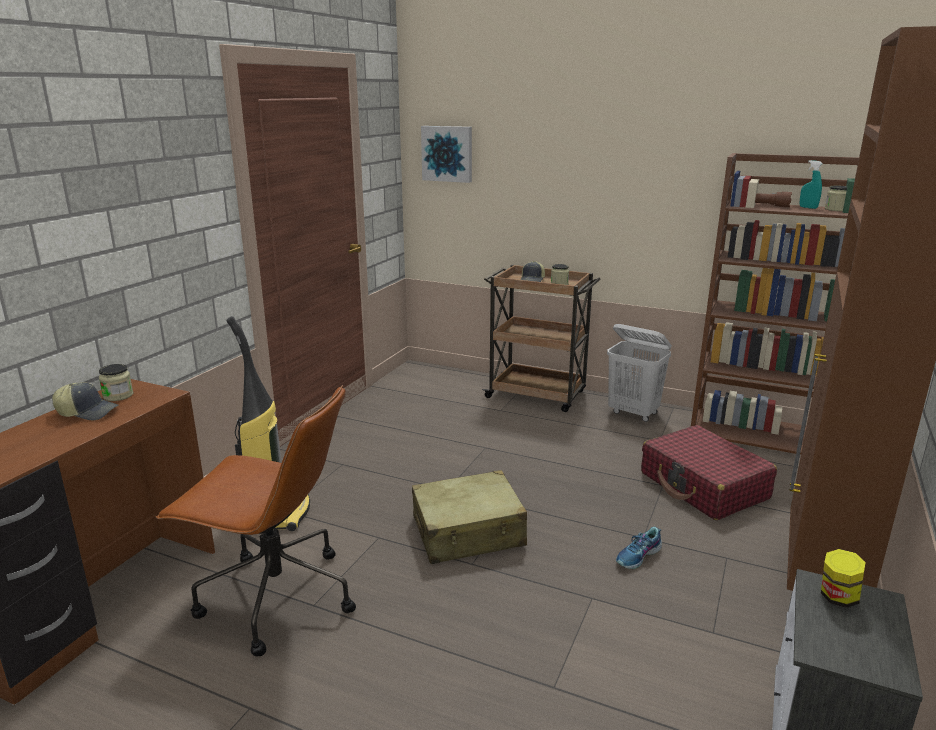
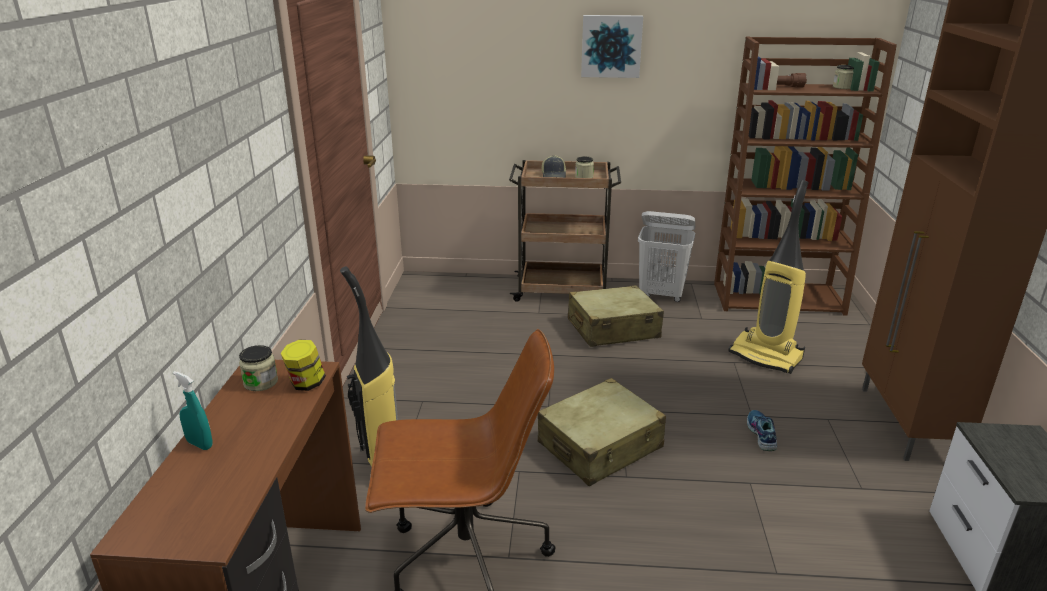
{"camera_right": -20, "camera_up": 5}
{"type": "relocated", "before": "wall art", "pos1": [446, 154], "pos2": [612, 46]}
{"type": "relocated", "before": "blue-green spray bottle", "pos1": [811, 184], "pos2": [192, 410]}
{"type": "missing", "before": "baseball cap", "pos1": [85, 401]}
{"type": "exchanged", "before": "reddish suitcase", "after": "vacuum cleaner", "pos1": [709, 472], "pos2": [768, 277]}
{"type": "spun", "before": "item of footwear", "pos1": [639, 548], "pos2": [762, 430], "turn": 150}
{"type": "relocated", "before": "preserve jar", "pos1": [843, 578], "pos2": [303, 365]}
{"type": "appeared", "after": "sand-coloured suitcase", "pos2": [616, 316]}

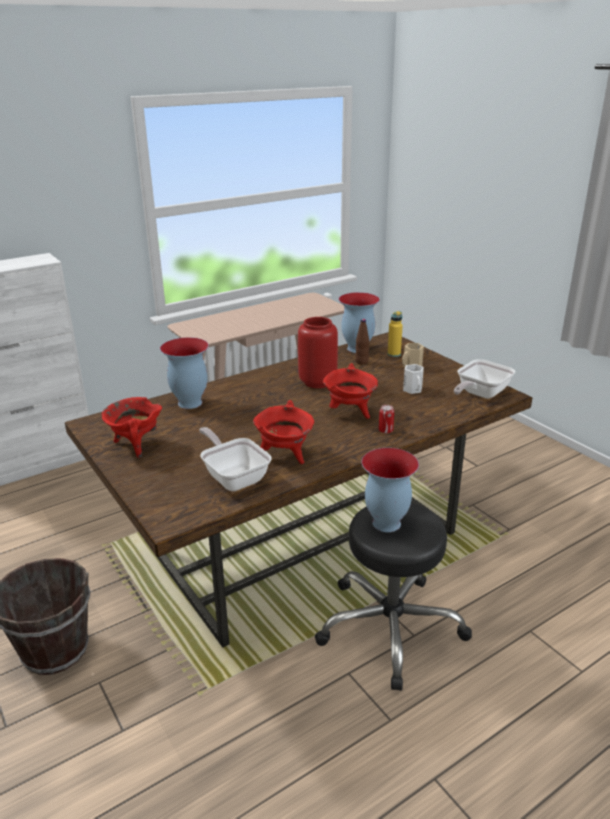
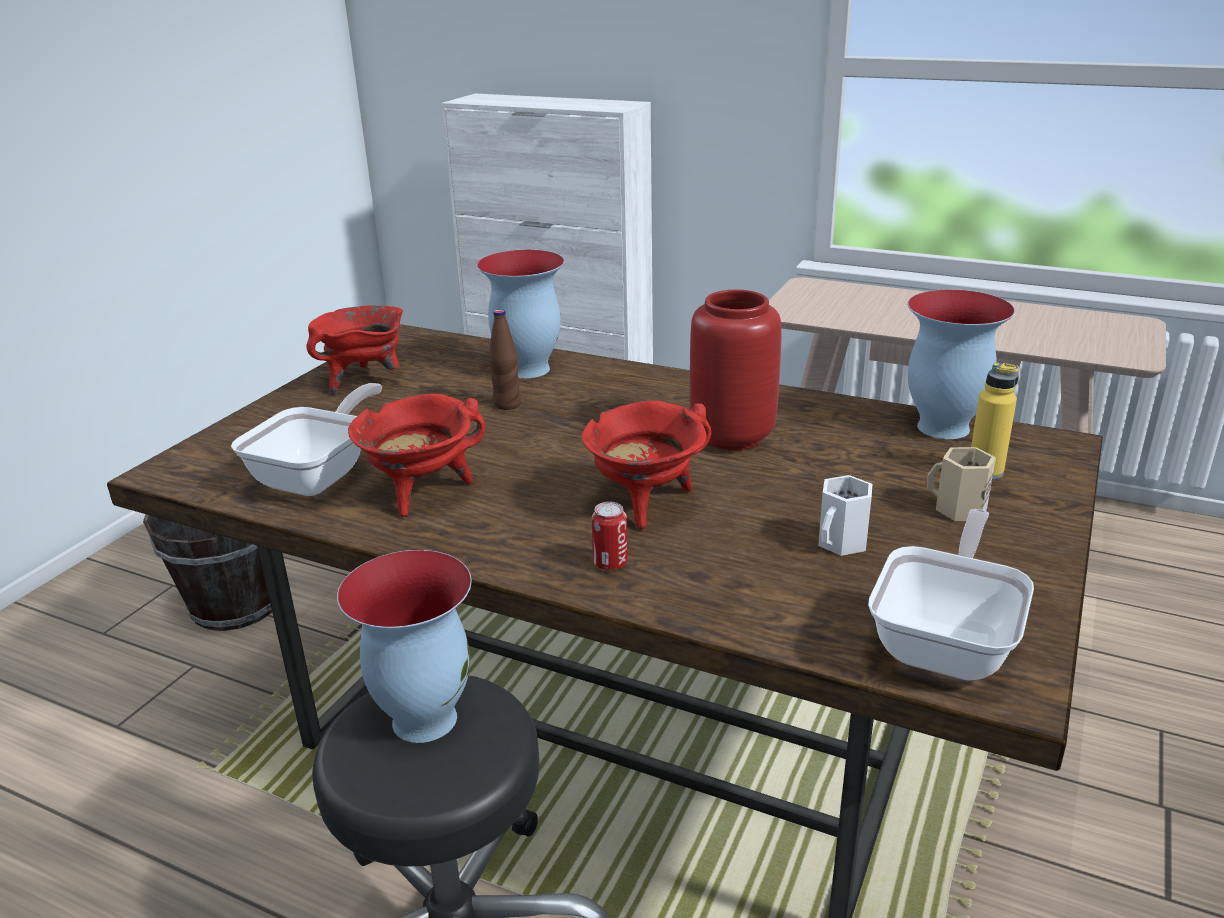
{"camera_right": 60, "camera_up": 0}
{"type": "relocated", "before": "brown-coloured bottle", "pos1": [362, 341], "pos2": [505, 359]}
{"type": "spun", "before": "frying pan", "pos1": [484, 379], "pos2": [951, 595], "turn": 105}

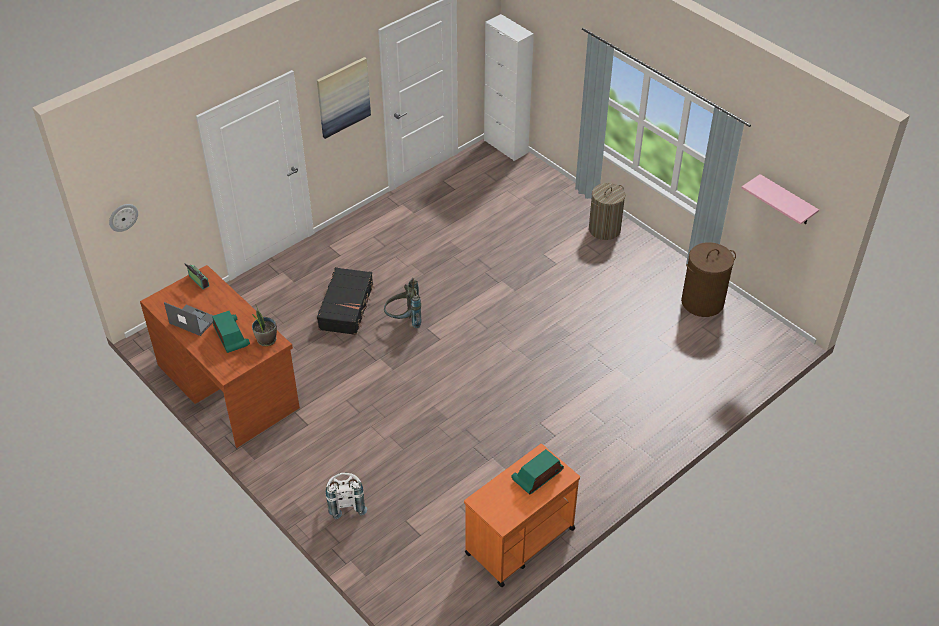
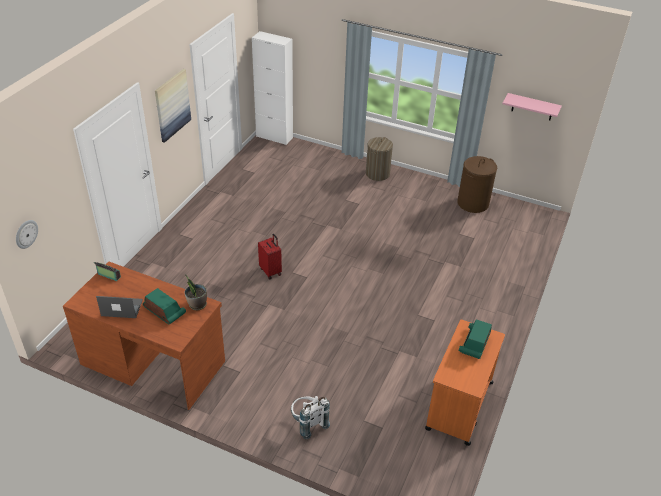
{"camera_right": -25, "camera_up": -5}
{"type": "missing", "before": "black-coloured suitcase", "pos1": [346, 301]}
{"type": "exchanged", "before": "grey knapsack", "after": "reddish suitcase", "pos1": [402, 303], "pos2": [270, 257]}

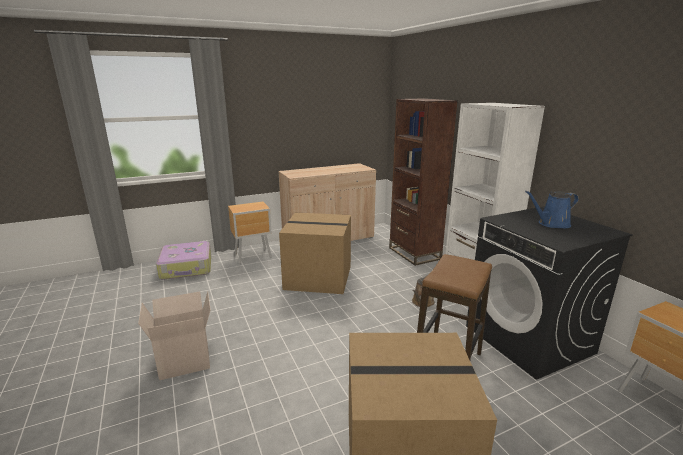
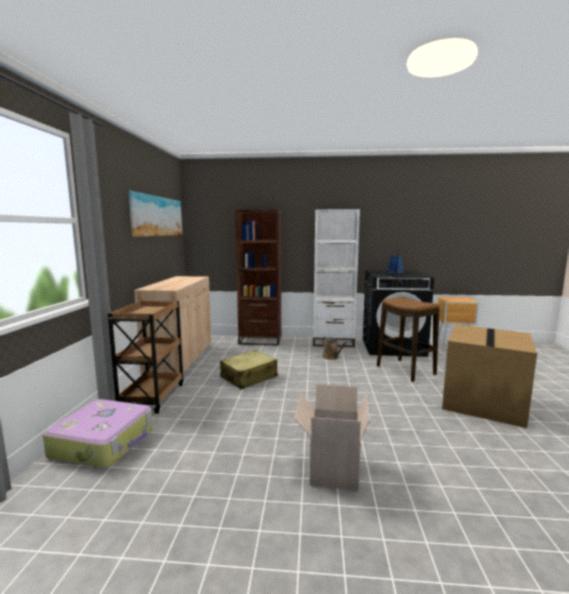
{"camera_right": -60, "camera_up": -10}
{"type": "exchanged", "before": "brown-coloured nightstand", "after": "brown-coloured wheeled cart", "pos1": [250, 233], "pos2": [145, 357]}
{"type": "exchanged", "before": "cardboard box", "after": "sand-coloured suitcase", "pos1": [315, 253], "pos2": [249, 369]}
{"type": "appeared", "after": "wall art", "pos2": [155, 214]}

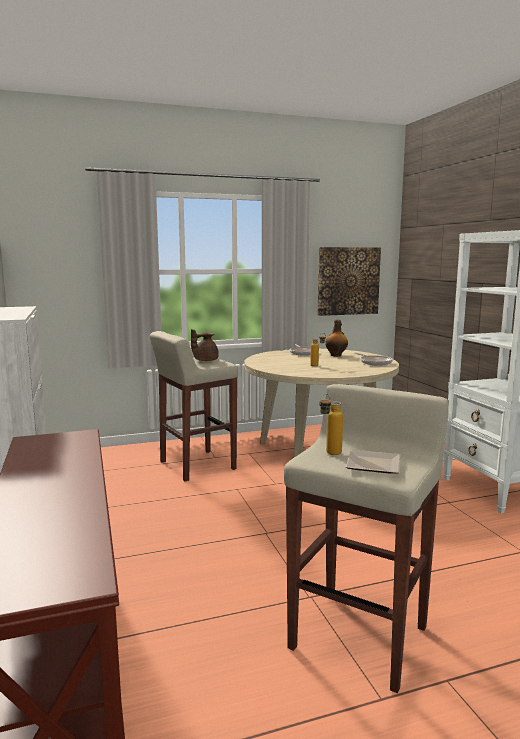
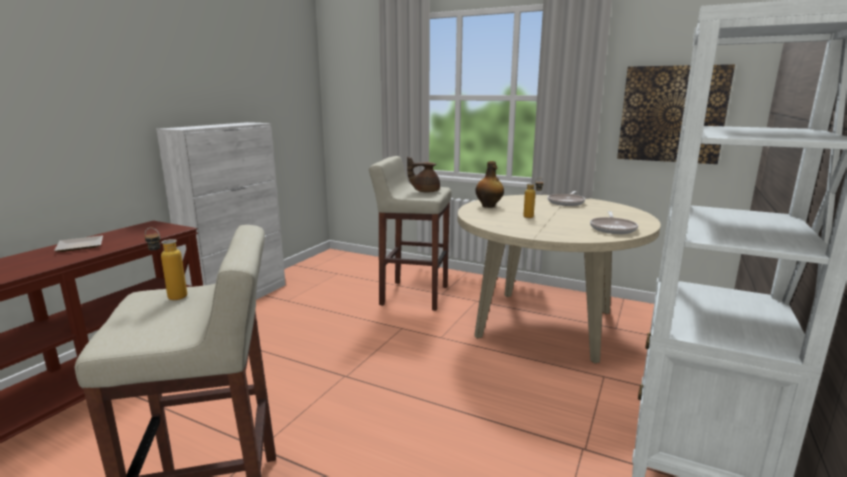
{"camera_right": 45, "camera_up": 5}
{"type": "relocated", "before": "bottle", "pos1": [336, 338], "pos2": [489, 184]}
{"type": "relocated", "before": "dinner plate", "pos1": [373, 462], "pos2": [78, 243]}

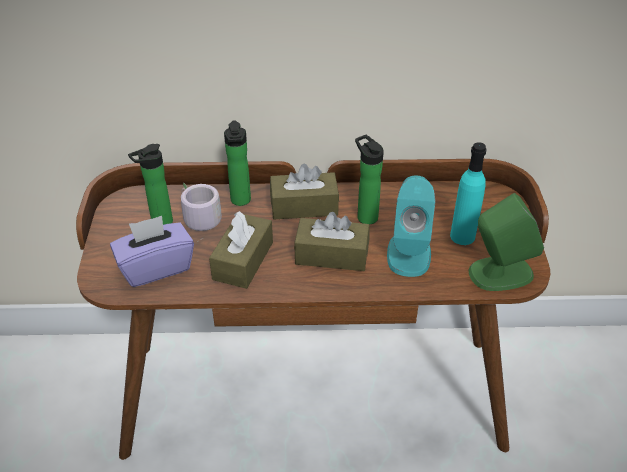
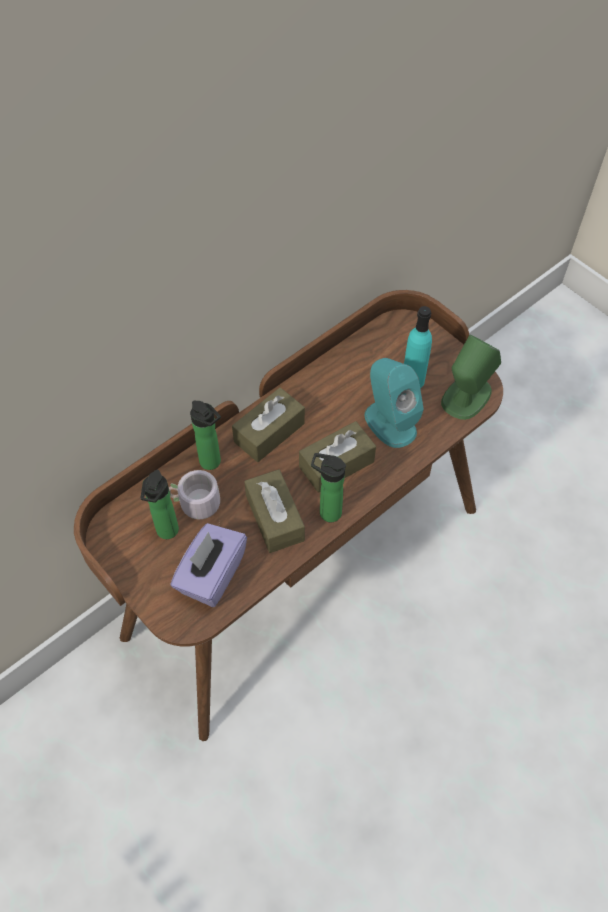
{"camera_right": -40, "camera_up": 15}
{"type": "relocated", "before": "bottle", "pos1": [369, 180], "pos2": [328, 487]}

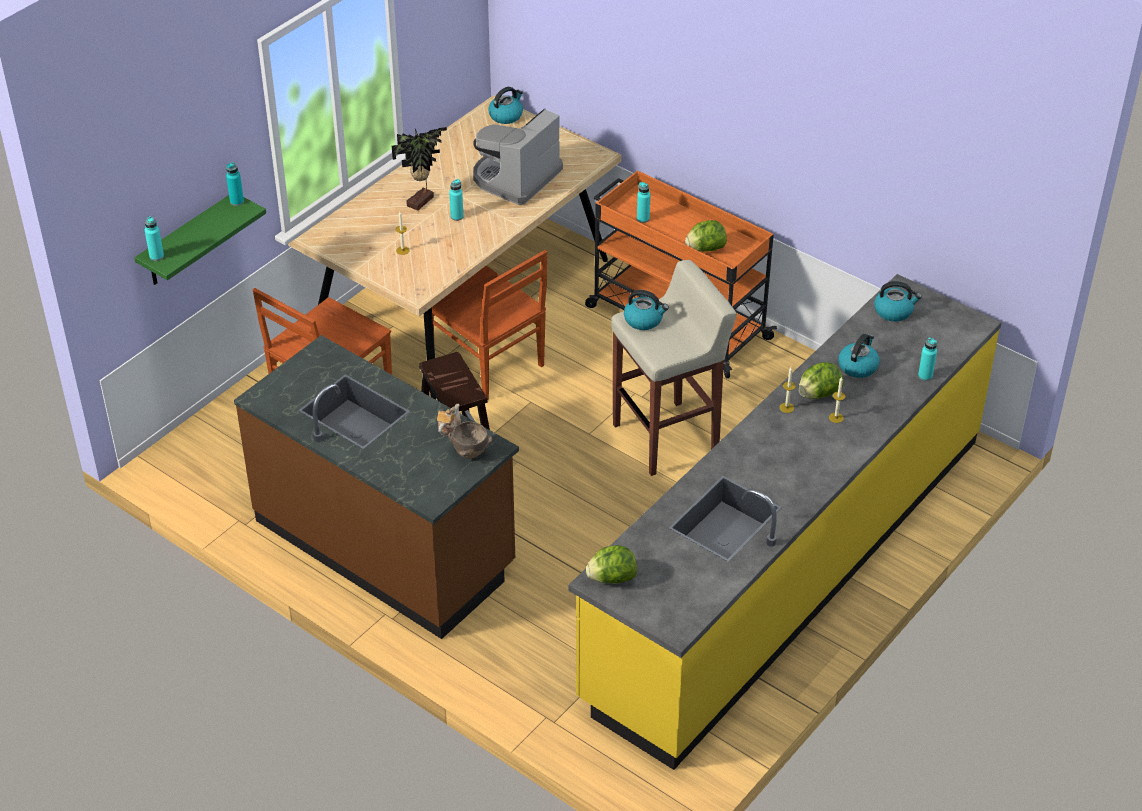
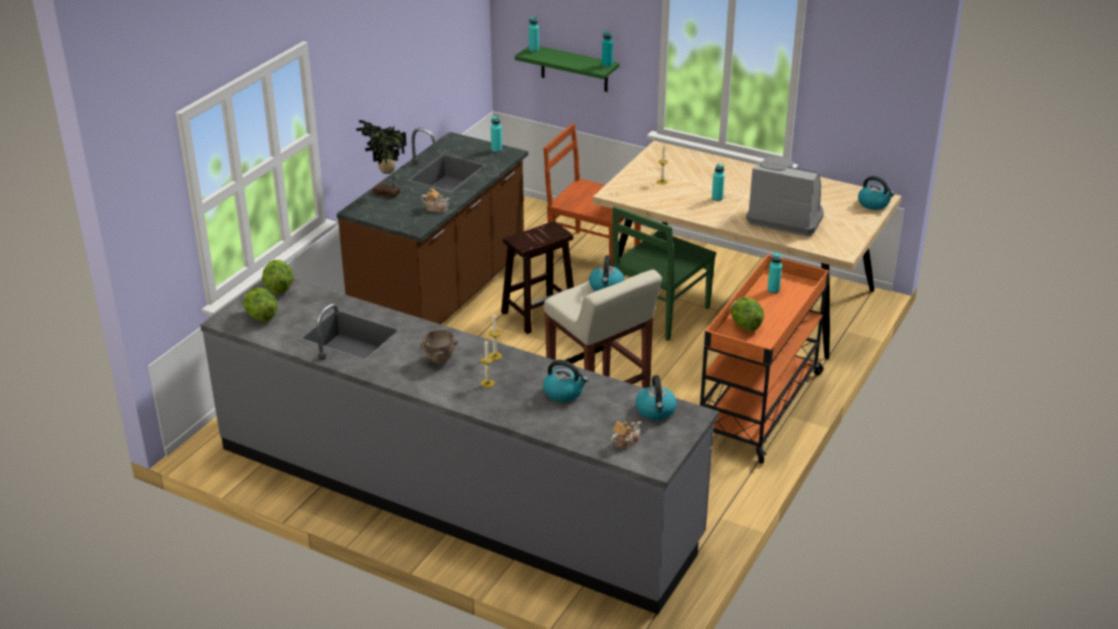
{"camera_right": 80, "camera_up": -10}
{"type": "relocated", "before": "potted plant", "pos1": [419, 169], "pos2": [381, 159]}
{"type": "colour", "before": "brown-coloured chair", "after": "green-coloured chair", "pos1": [489, 325], "pos2": [664, 273]}
{"type": "colour", "before": "yellow-coloured counter", "after": "grey counter", "pos1": [785, 522], "pos2": [459, 446]}
{"type": "relocated", "before": "blue-green bottle", "pos1": [927, 359], "pos2": [496, 134]}
{"type": "relocated", "before": "head of lettuce", "pos1": [821, 380], "pos2": [260, 304]}
{"type": "relocated", "before": "brown-coloured serving bowl", "pos1": [470, 440], "pos2": [439, 346]}
{"type": "appeared", "after": "tea pot", "pos2": [626, 435]}

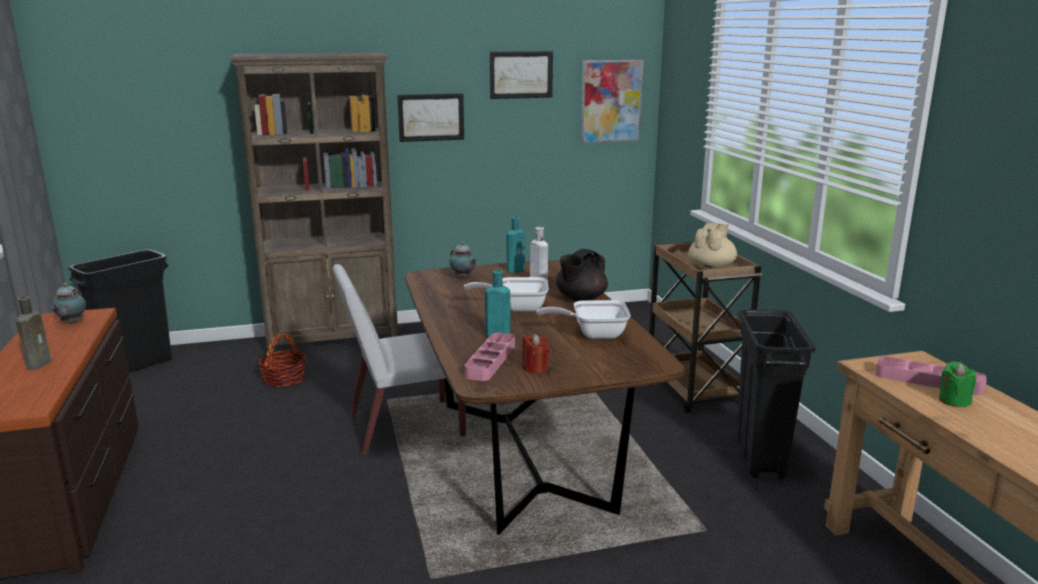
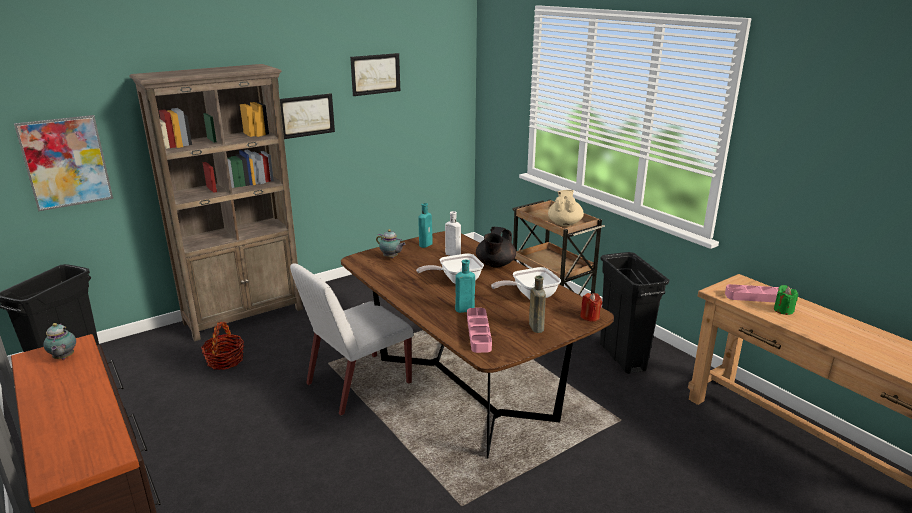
{"camera_right": -20, "camera_up": 5}
{"type": "relocated", "before": "wall art", "pos1": [612, 101], "pos2": [63, 163]}
{"type": "relocated", "before": "brown-coloured bottle", "pos1": [34, 333], "pos2": [537, 304]}
{"type": "relocated", "before": "reddish wax candle", "pos1": [535, 354], "pos2": [591, 307]}

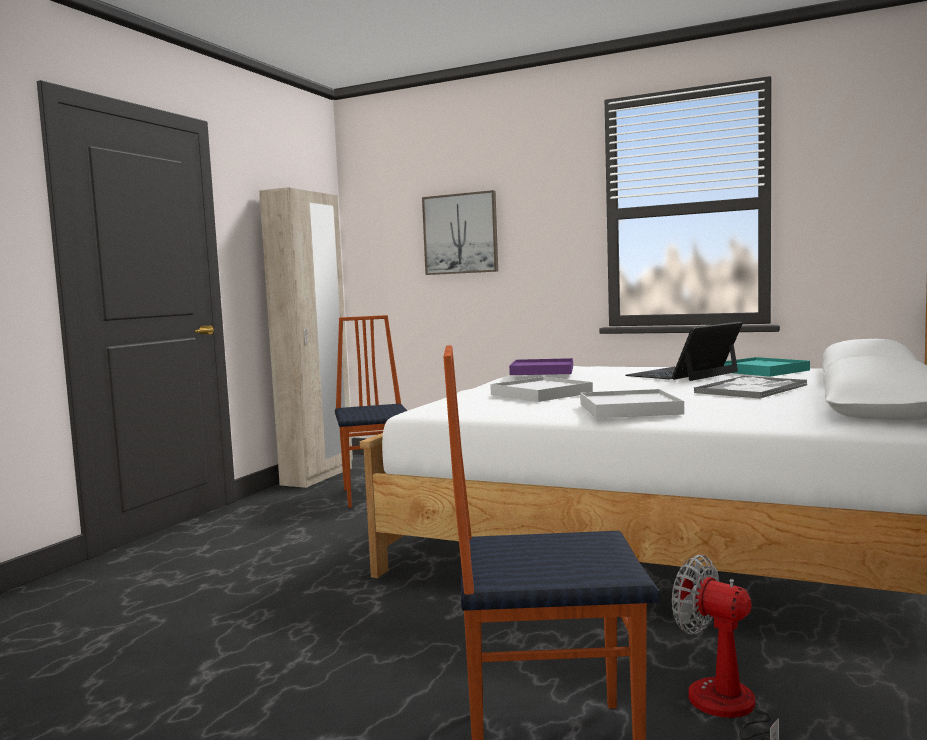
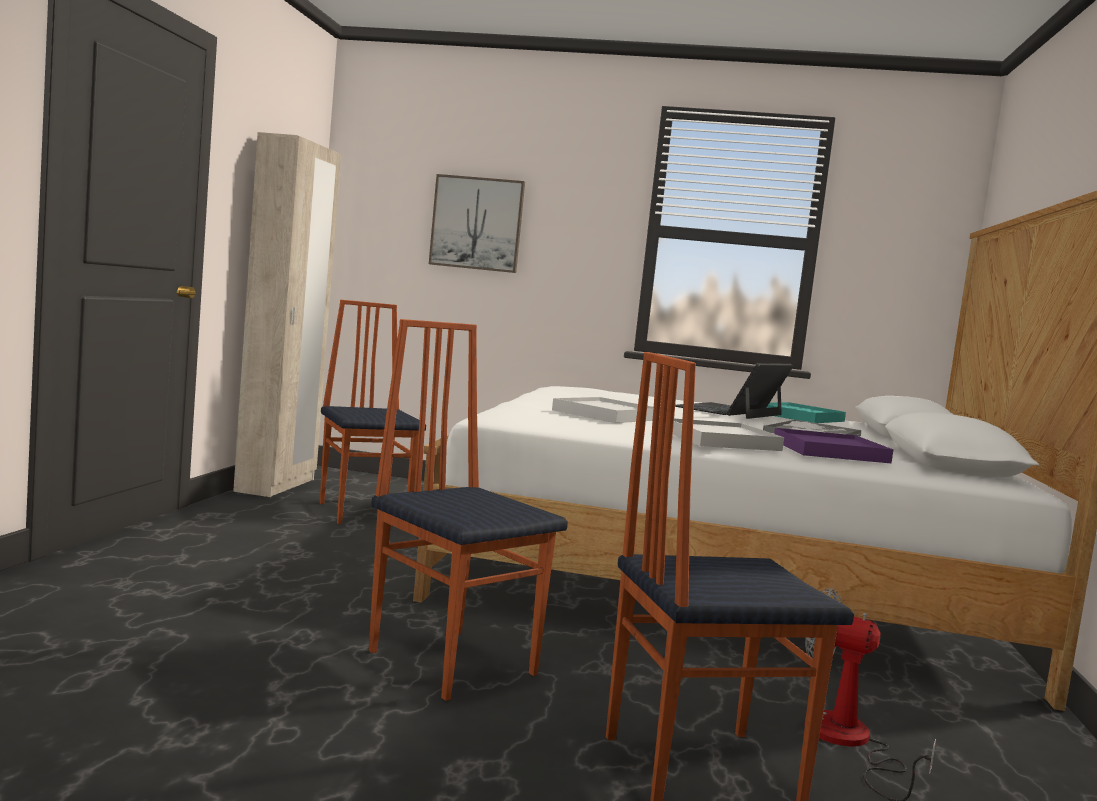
{"camera_right": -15, "camera_up": 0}
{"type": "relocated", "before": "purple-coloured tray", "pos1": [541, 366], "pos2": [833, 445]}
{"type": "appeared", "after": "chair", "pos2": [468, 510]}

